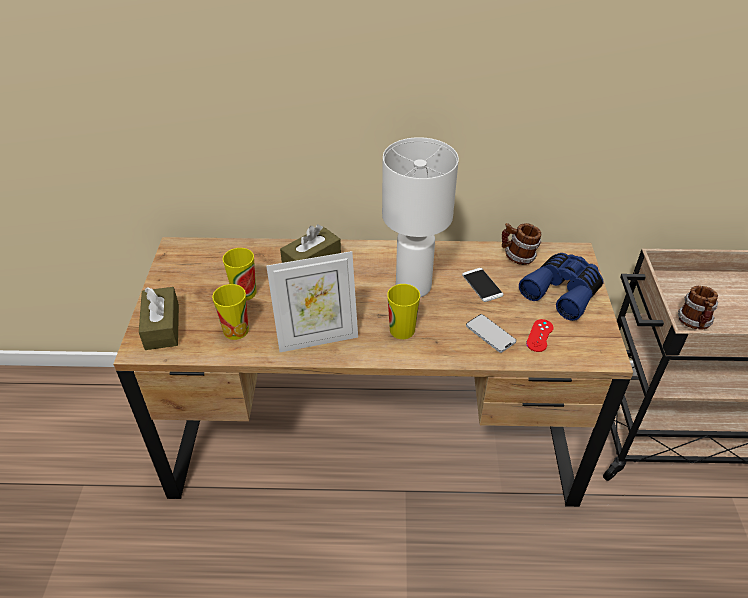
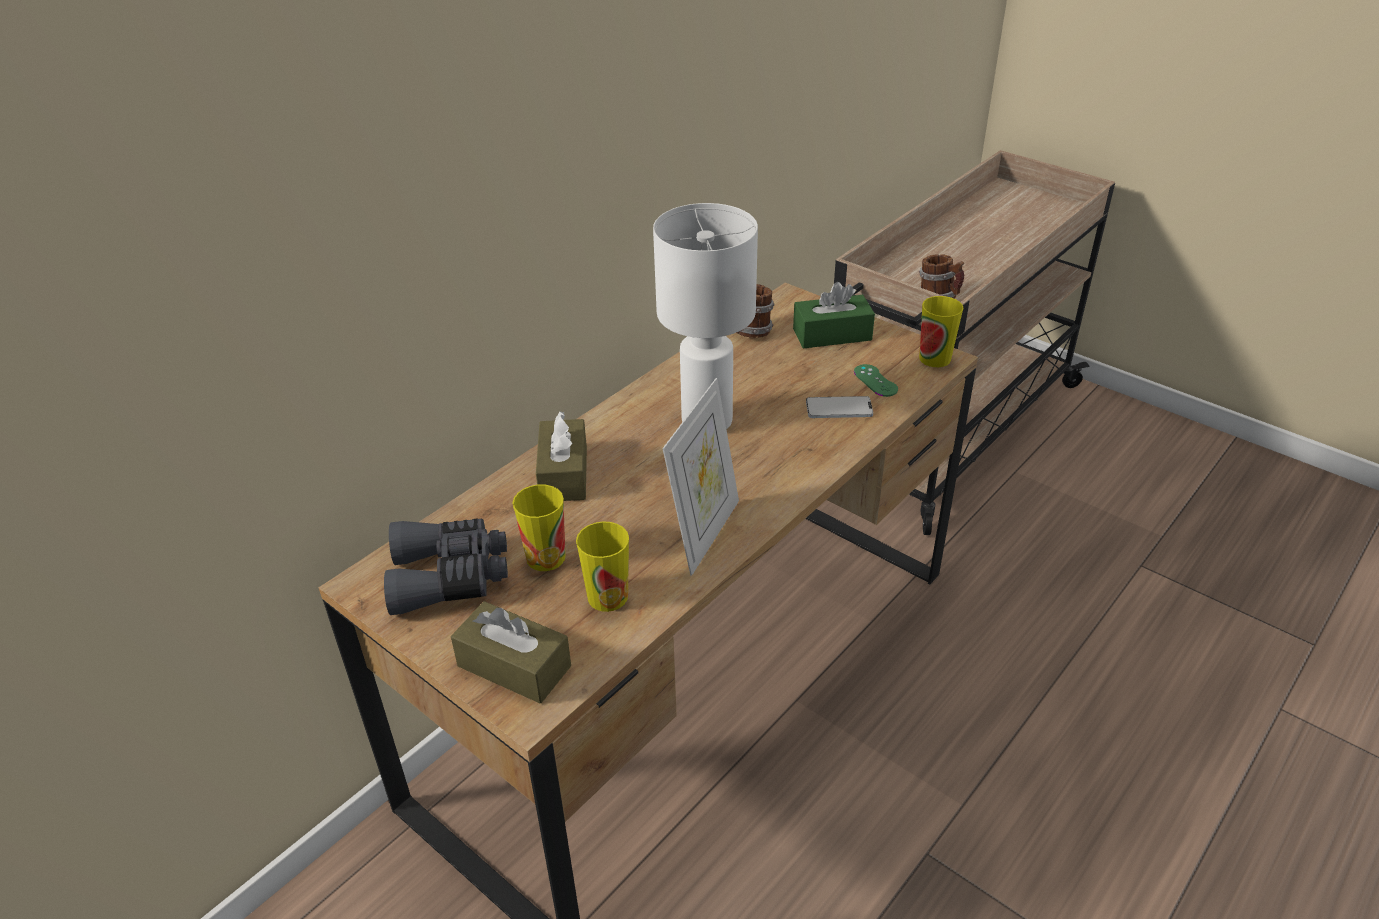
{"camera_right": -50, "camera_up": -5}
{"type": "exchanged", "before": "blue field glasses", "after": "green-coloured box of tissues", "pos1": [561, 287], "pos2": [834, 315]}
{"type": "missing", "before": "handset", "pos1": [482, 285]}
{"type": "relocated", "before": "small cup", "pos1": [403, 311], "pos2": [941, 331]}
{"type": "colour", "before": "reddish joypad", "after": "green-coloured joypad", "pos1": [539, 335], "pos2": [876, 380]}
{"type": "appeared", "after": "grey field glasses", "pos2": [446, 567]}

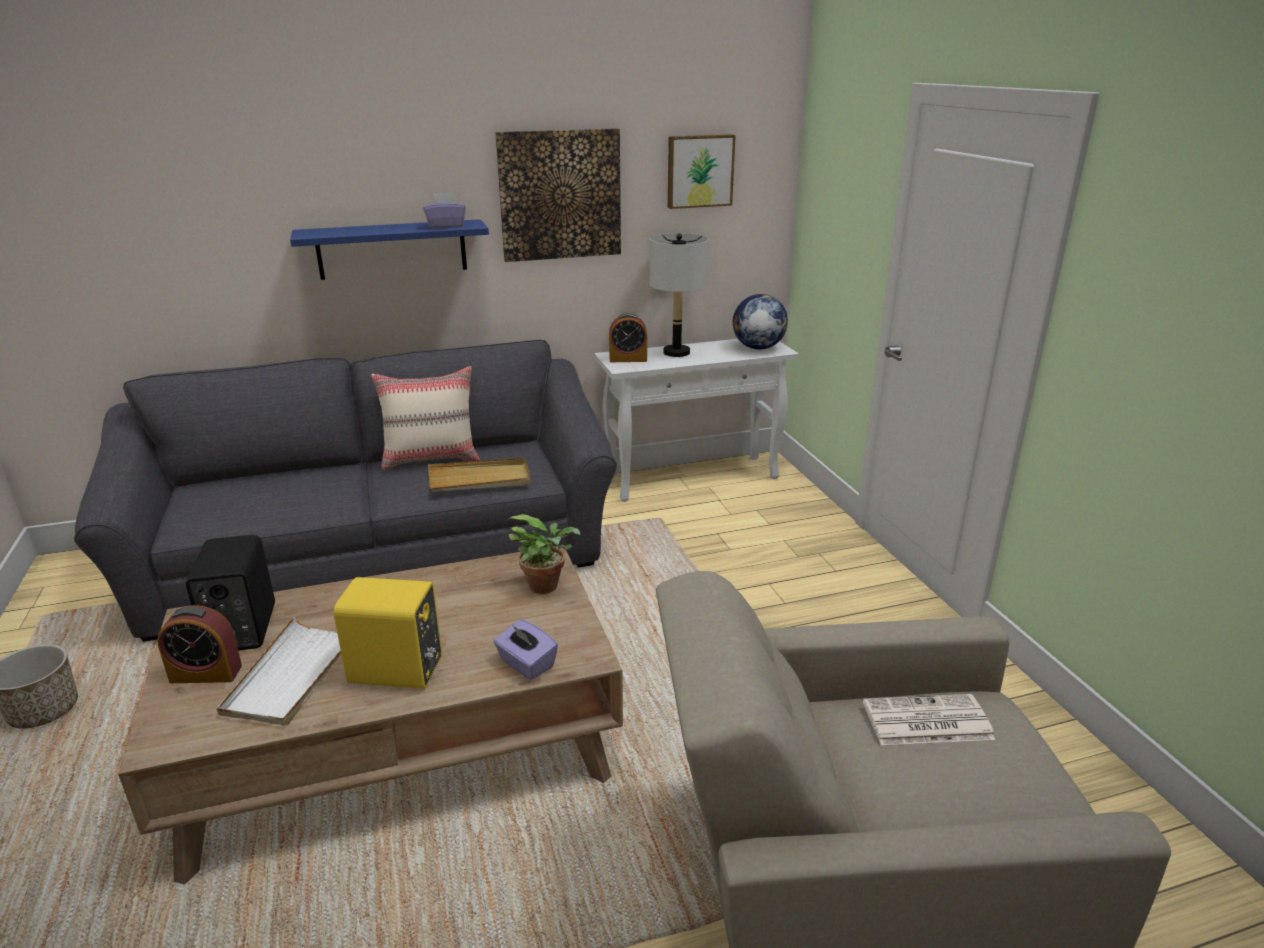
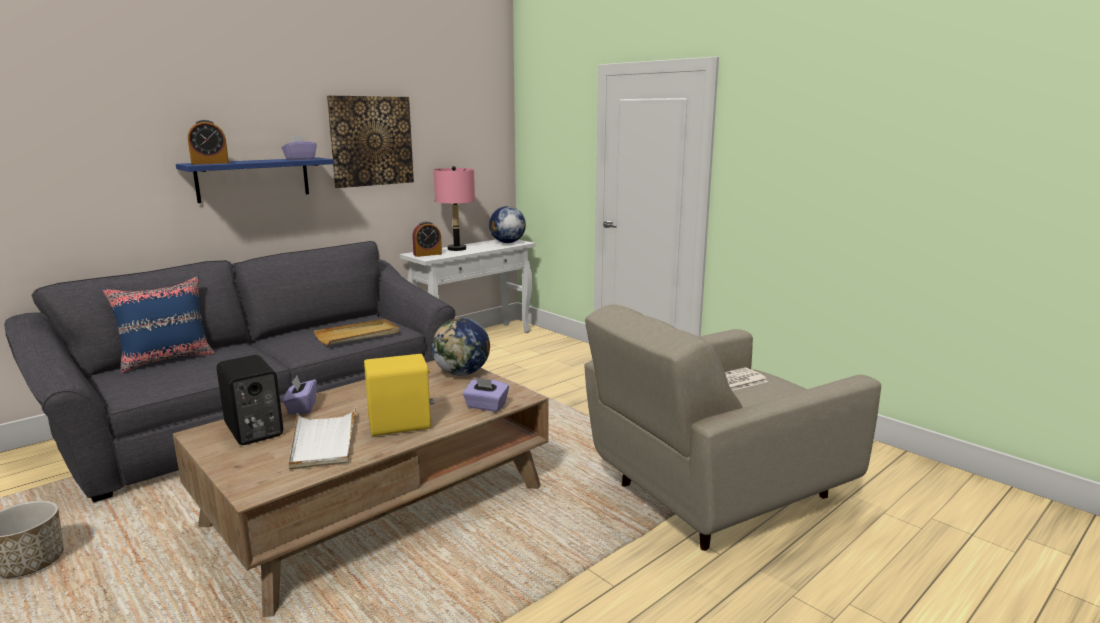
{"camera_right": -25, "camera_up": -10}
{"type": "missing", "before": "wall art", "pos1": [702, 172]}
{"type": "colour", "before": "grey lamp for a table", "after": "pinkish lamp for a table", "pos1": [679, 295], "pos2": [454, 208]}
{"type": "missing", "before": "sand-coloured pillow", "pos1": [425, 418]}
{"type": "exchanged", "before": "potted plant", "after": "world globe", "pos1": [544, 554], "pos2": [461, 347]}
{"type": "relocated", "before": "bedside clock", "pos1": [199, 644], "pos2": [208, 142]}
{"type": "appeared", "after": "blue pillow", "pos2": [159, 324]}
{"type": "appeared", "after": "purple-coloured box of tissues", "pos2": [300, 395]}

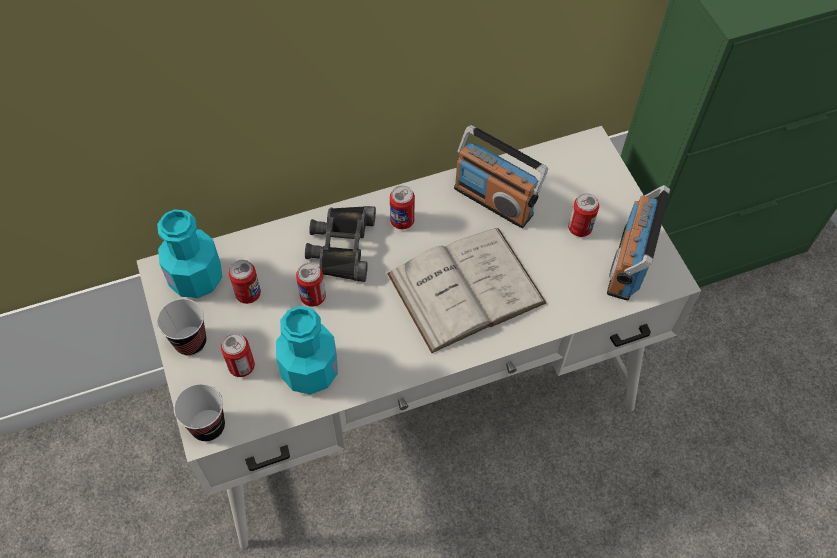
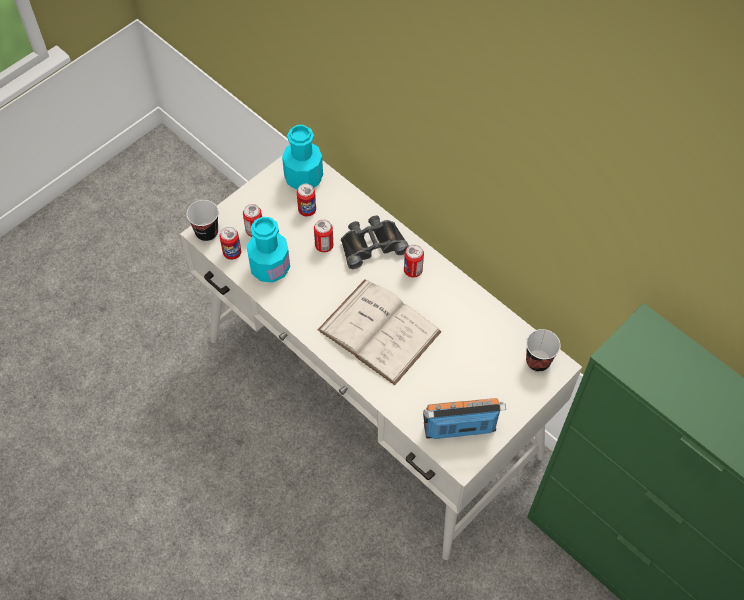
{"camera_right": 65, "camera_up": 0}
{"type": "missing", "before": "radio set", "pos1": [501, 176]}
{"type": "relocated", "before": "metal can", "pos1": [583, 215], "pos2": [230, 243]}
{"type": "relocated", "before": "small cup", "pos1": [182, 327], "pos2": [543, 350]}

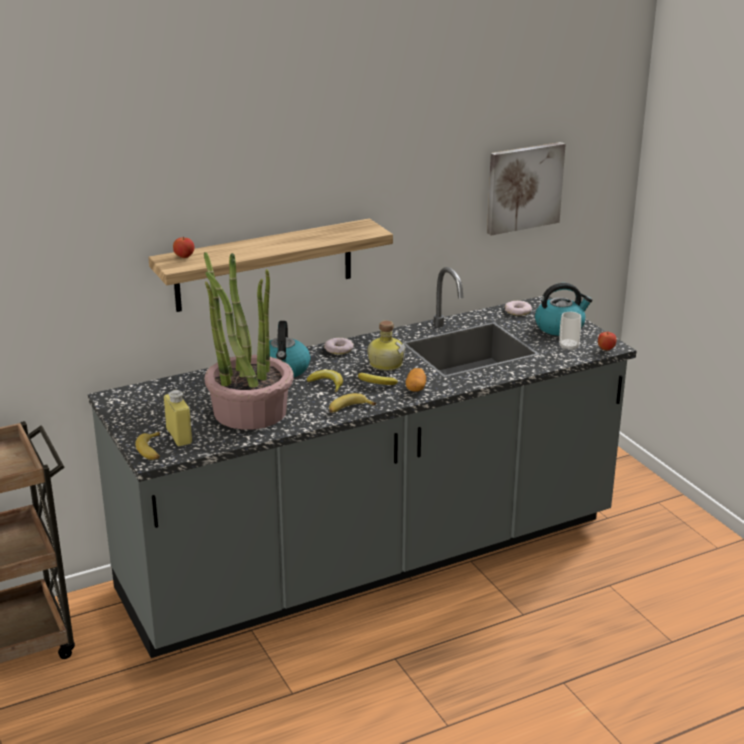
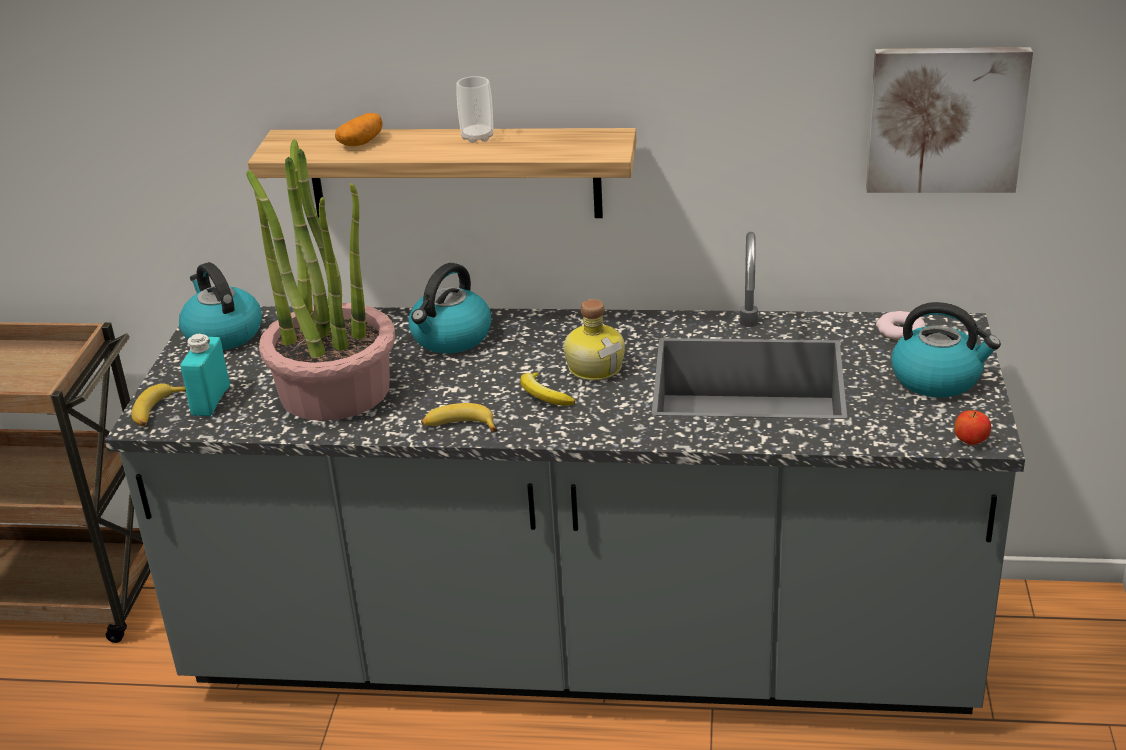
{"camera_right": 35, "camera_up": 5}
{"type": "missing", "before": "whole apple", "pos1": [183, 247]}
{"type": "relocated", "before": "small cup", "pos1": [570, 331], "pos2": [474, 109]}
{"type": "missing", "before": "doughnut", "pos1": [339, 346]}
{"type": "relocated", "before": "whole potato", "pos1": [415, 380], "pos2": [359, 129]}
{"type": "missing", "before": "banana", "pos1": [324, 381]}
{"type": "colour", "before": "yellow-coloured bottle", "after": "blue-green bottle", "pos1": [178, 418], "pos2": [205, 375]}
{"type": "appeared", "after": "water kettle", "pos2": [220, 306]}

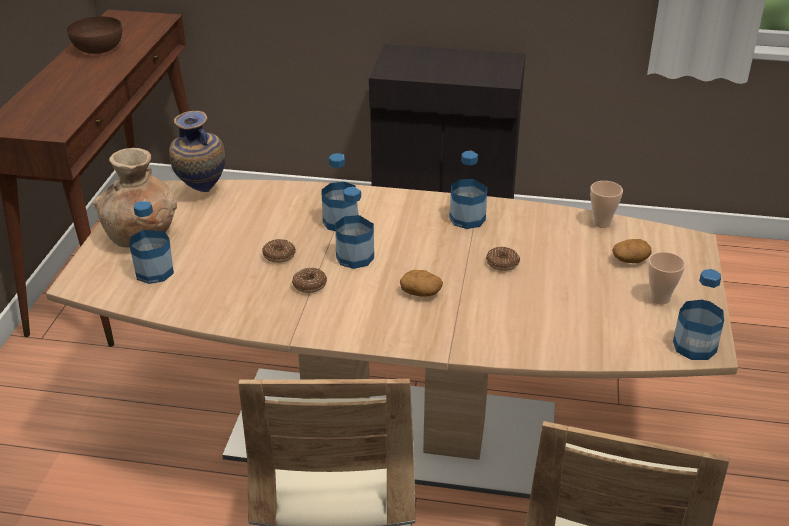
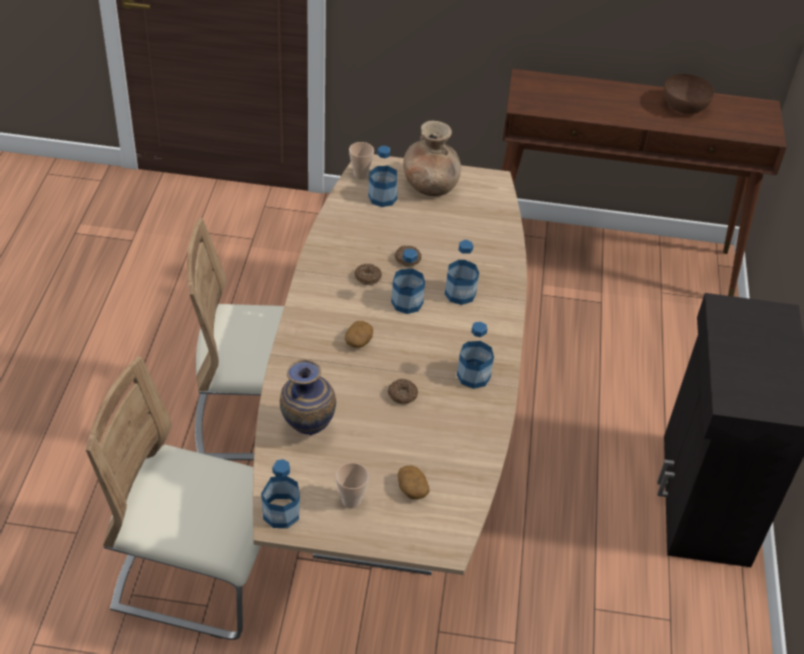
{"camera_right": 85, "camera_up": 10}
{"type": "relocated", "before": "decorative vase", "pos1": [197, 151], "pos2": [308, 397]}
{"type": "relocated", "before": "small cup", "pos1": [606, 204], "pos2": [361, 160]}

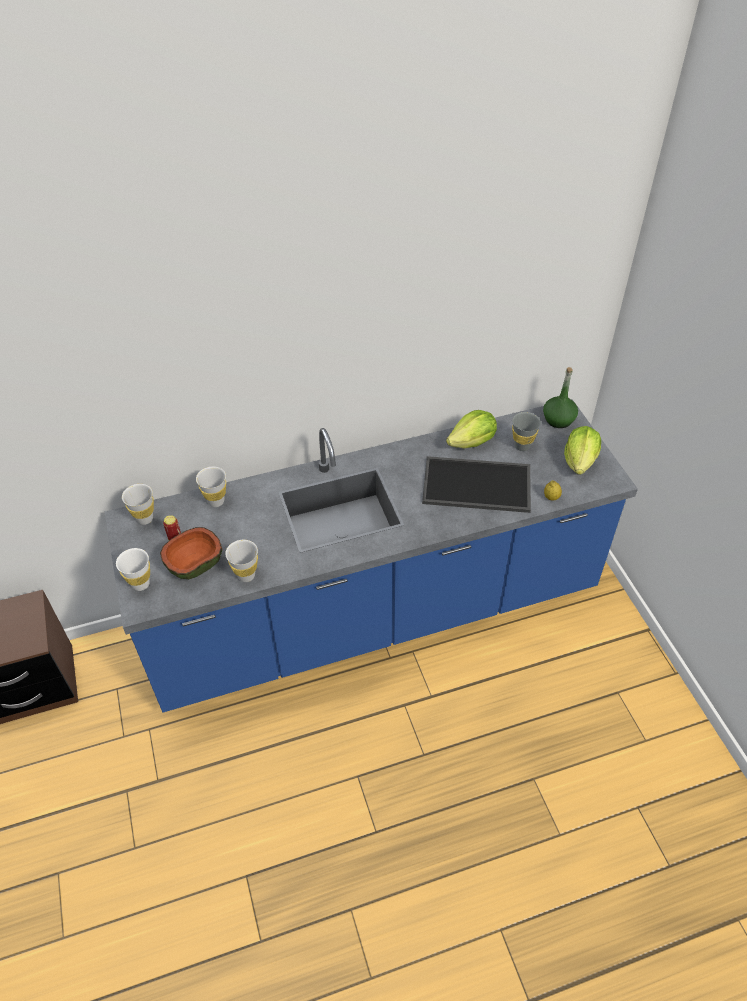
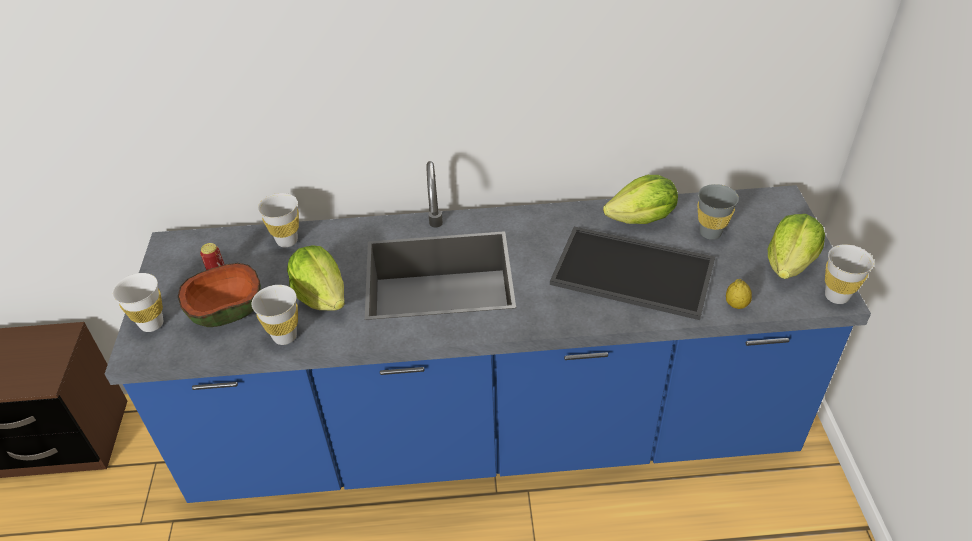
{"camera_right": 15, "camera_up": -5}
{"type": "missing", "before": "green-coloured bottle", "pos1": [560, 397]}
{"type": "relocated", "before": "whitish small cup", "pos1": [138, 504], "pos2": [849, 274]}
{"type": "appeared", "after": "head of lettuce", "pos2": [316, 278]}

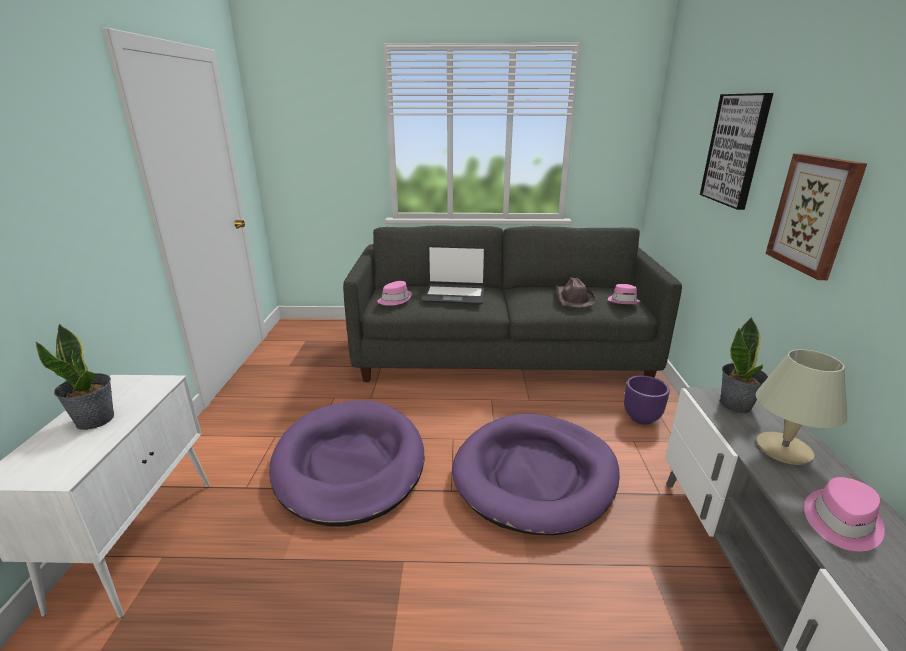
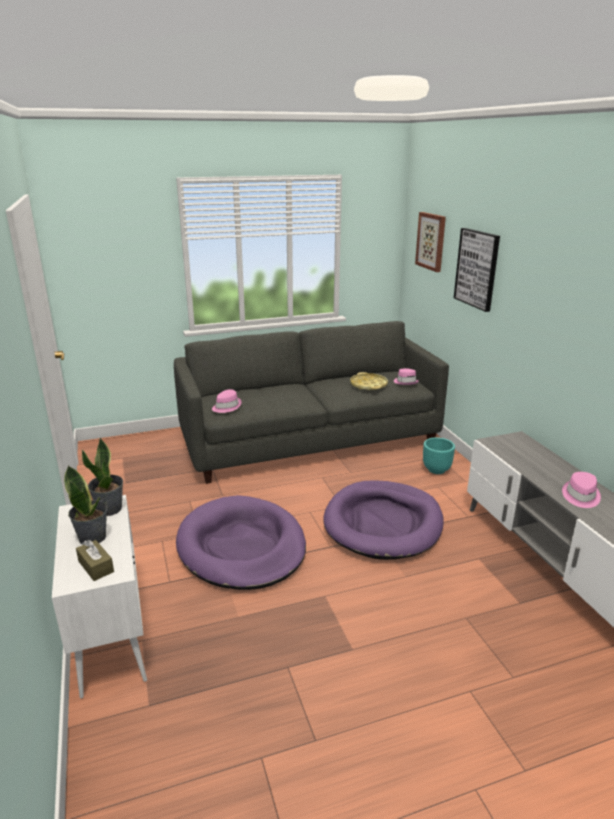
{"camera_right": -20, "camera_up": 0}
{"type": "relocated", "before": "wall art", "pos1": [816, 217], "pos2": [430, 242]}
{"type": "missing", "before": "portable computer", "pos1": [454, 275]}
{"type": "exchanged", "before": "brown-coloured hat", "after": "yellow-coloured tray", "pos1": [576, 292], "pos2": [369, 381]}
{"type": "relocated", "before": "potted plant", "pos1": [744, 365], "pos2": [102, 476]}
{"type": "missing", "before": "sand-coloured lamp for a table", "pos1": [801, 407]}
{"type": "colour", "before": "purple-coloured planter", "after": "blue-green planter", "pos1": [647, 400], "pos2": [439, 455]}
{"type": "appeared", "after": "brown-coloured box of tissues", "pos2": [95, 560]}

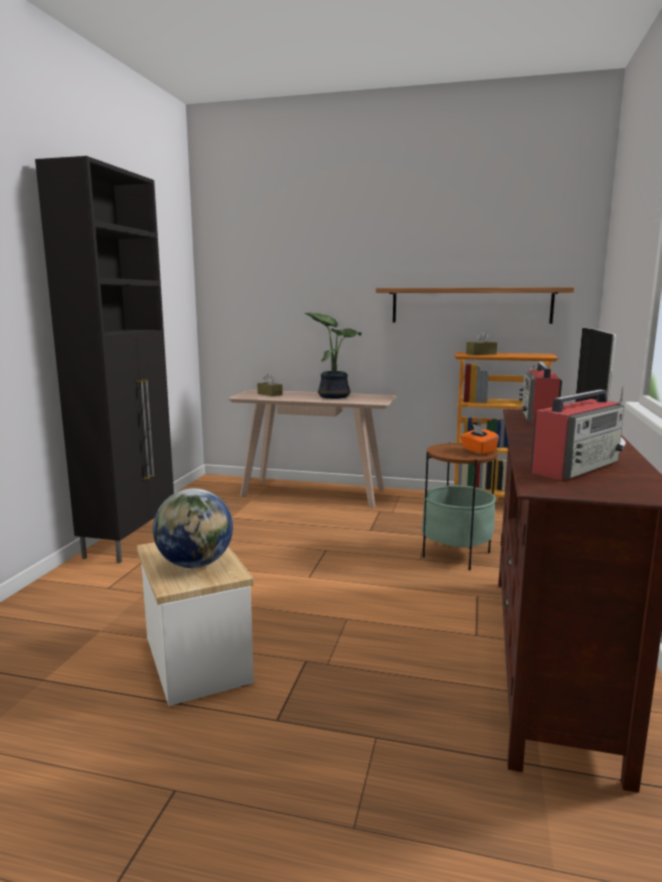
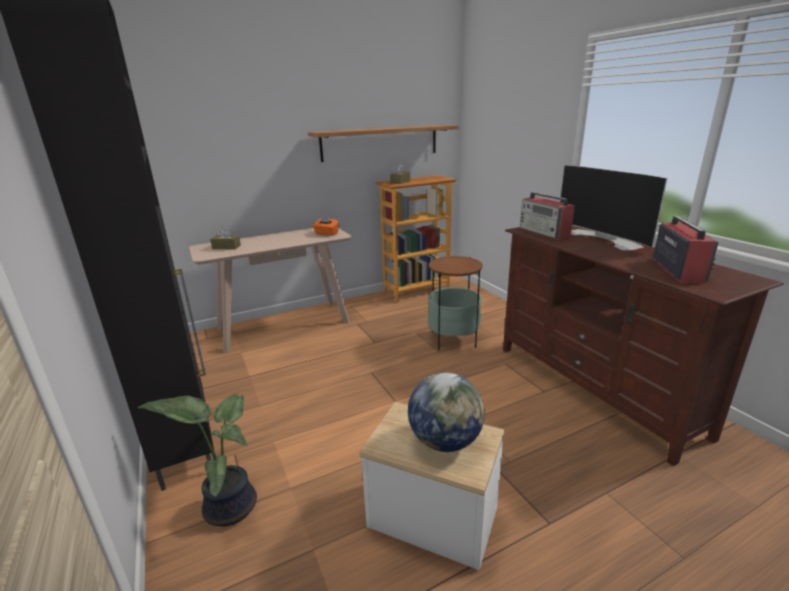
{"camera_right": -40, "camera_up": 10}
{"type": "relocated", "before": "potted plant", "pos1": [332, 355], "pos2": [197, 460]}
{"type": "relocated", "before": "orangey box of tissues", "pos1": [479, 439], "pos2": [326, 226]}

